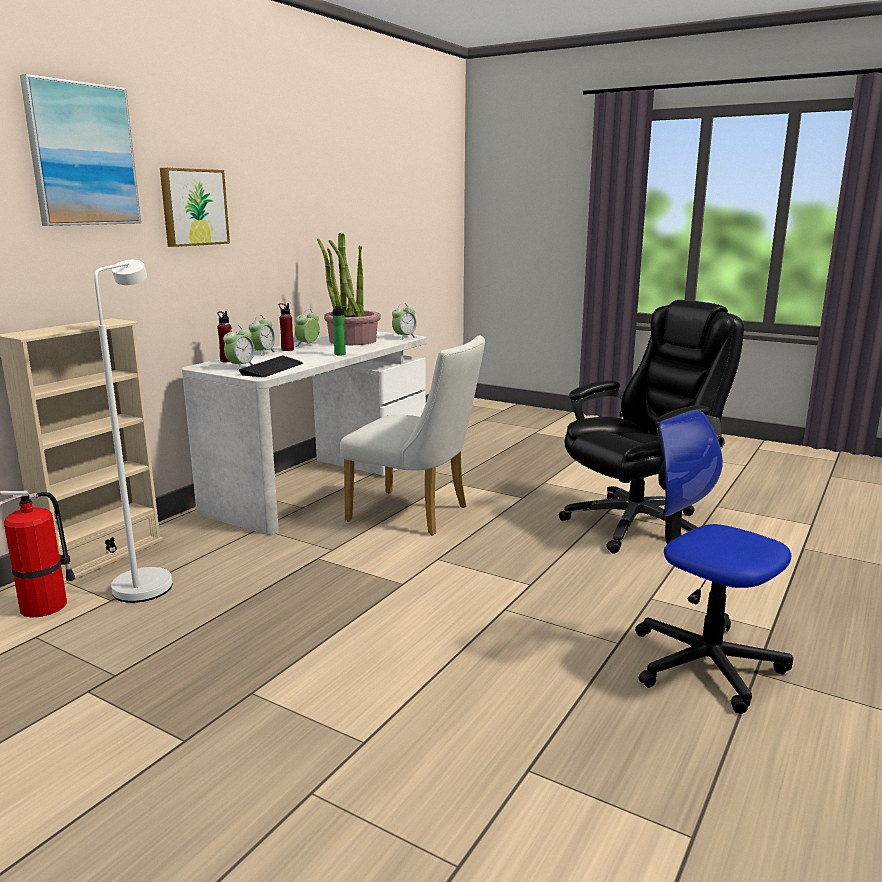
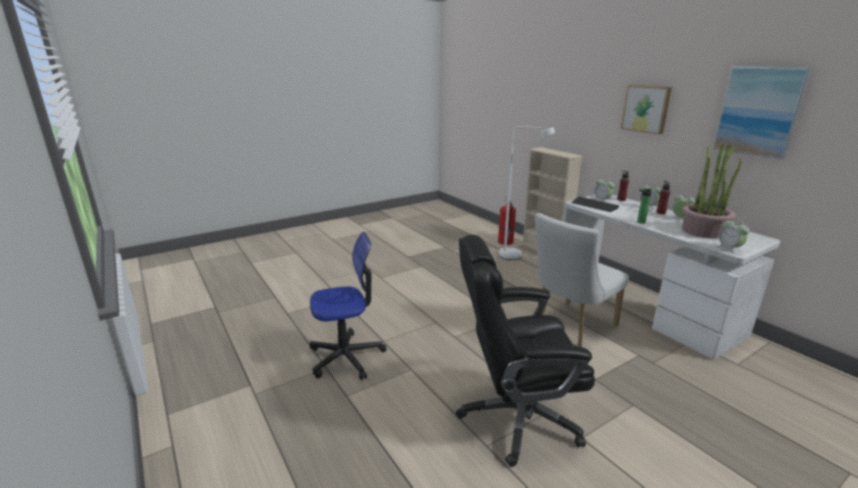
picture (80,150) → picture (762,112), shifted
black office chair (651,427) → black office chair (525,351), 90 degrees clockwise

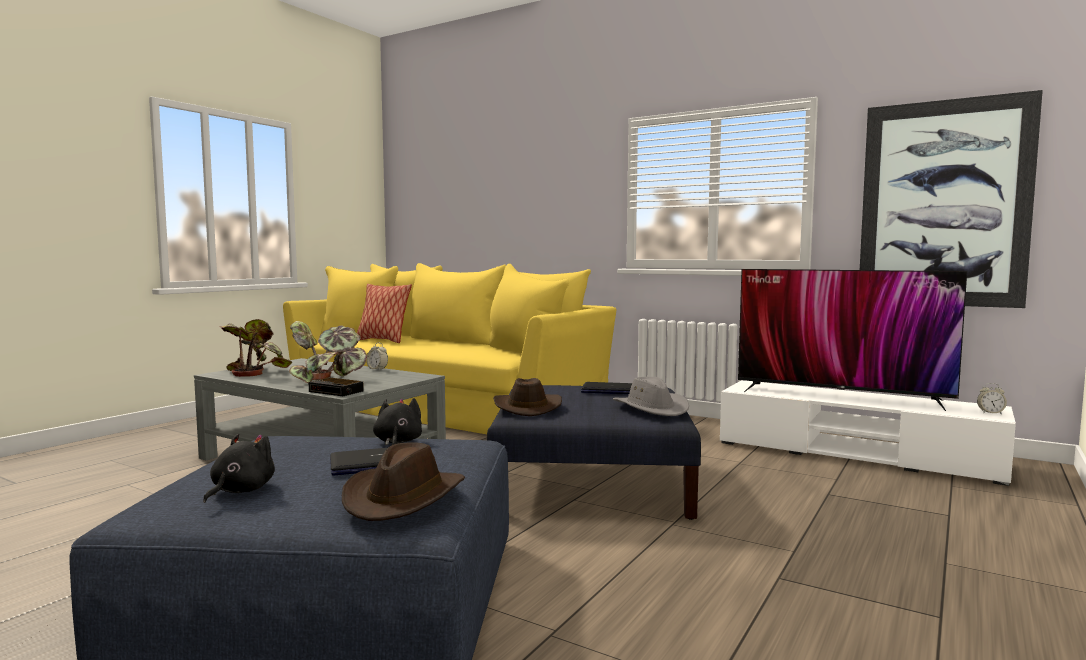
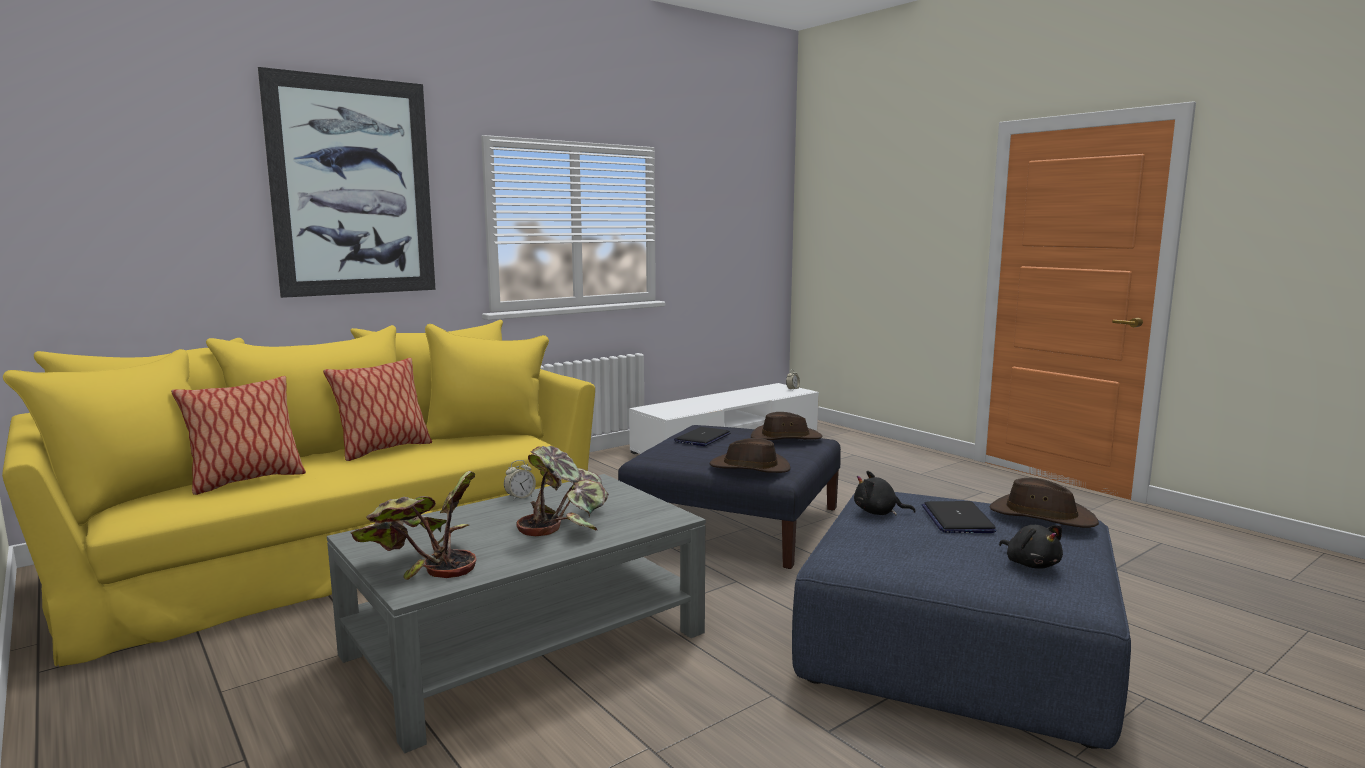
picture (951,199) → picture (346,182), shifted
television (852,340) → -
grey hat (651,396) → brown hat (786,426)
alarm clock (336,387) → -
black plush toy (239,468) → black plush toy (1031,547), 150 degrees counterclockwise
- → pillow (377,409)

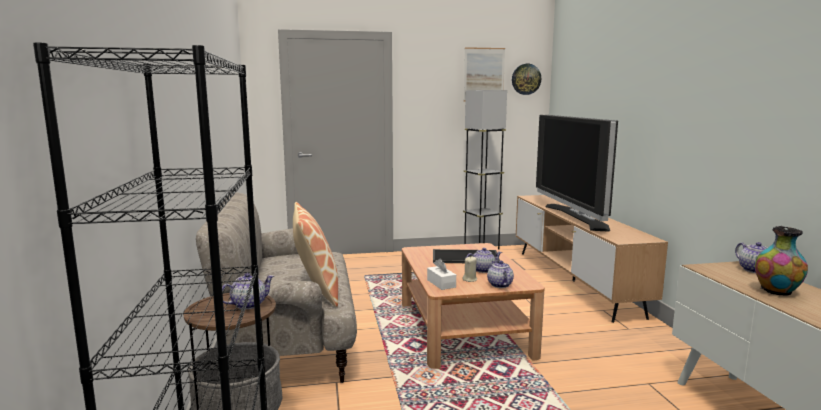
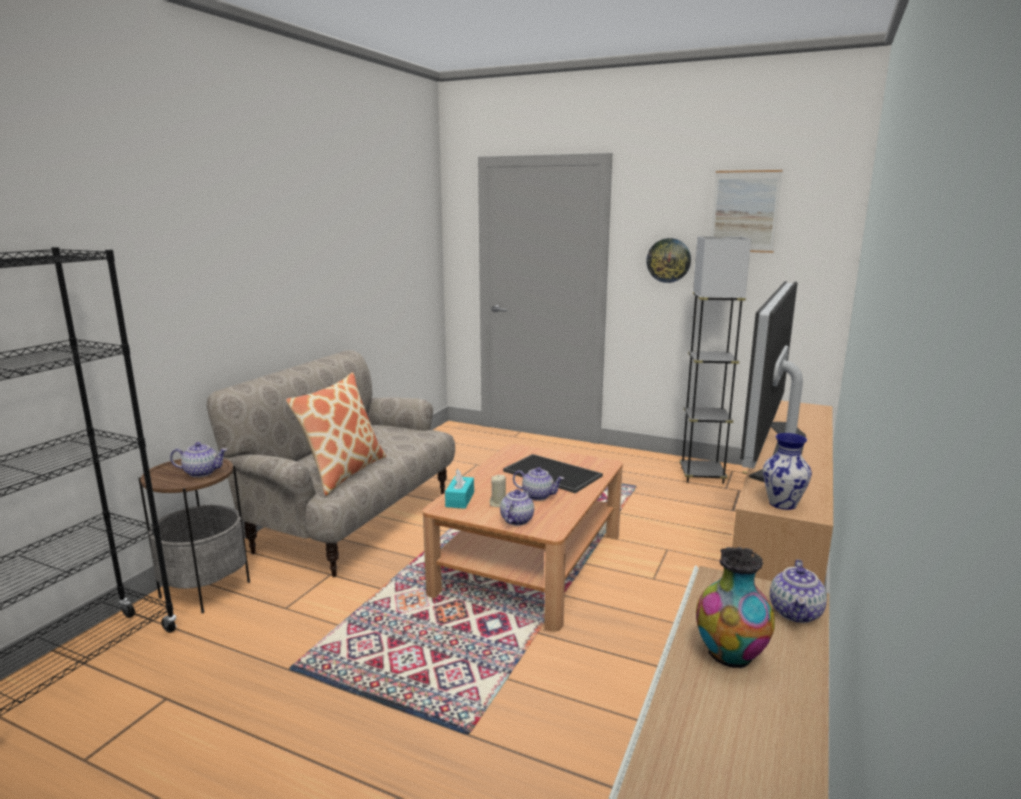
wall clock (526,79) → wall clock (668,260), shifted
white tissue box (441,274) → turquoise tissue box (459,489)
- → vase (787,471)

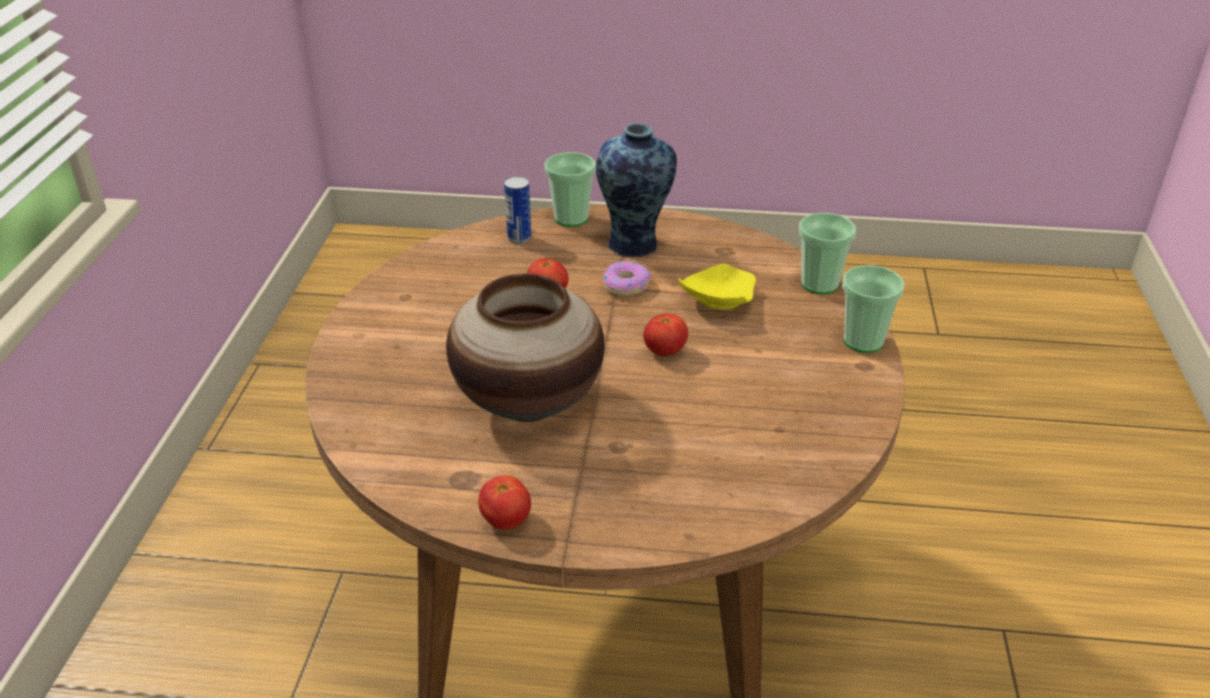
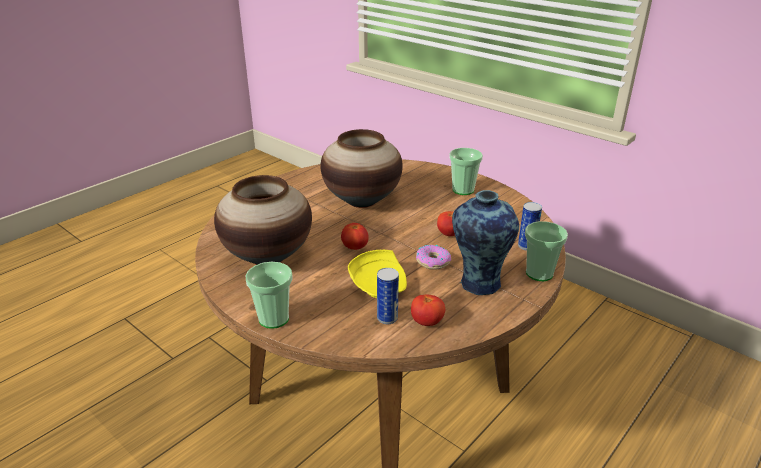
cup (827,253) → cup (466,171), shifted
tomato (504,502) → tomato (428,310), shifted
- → vase (263,220)
- → can (388,296)

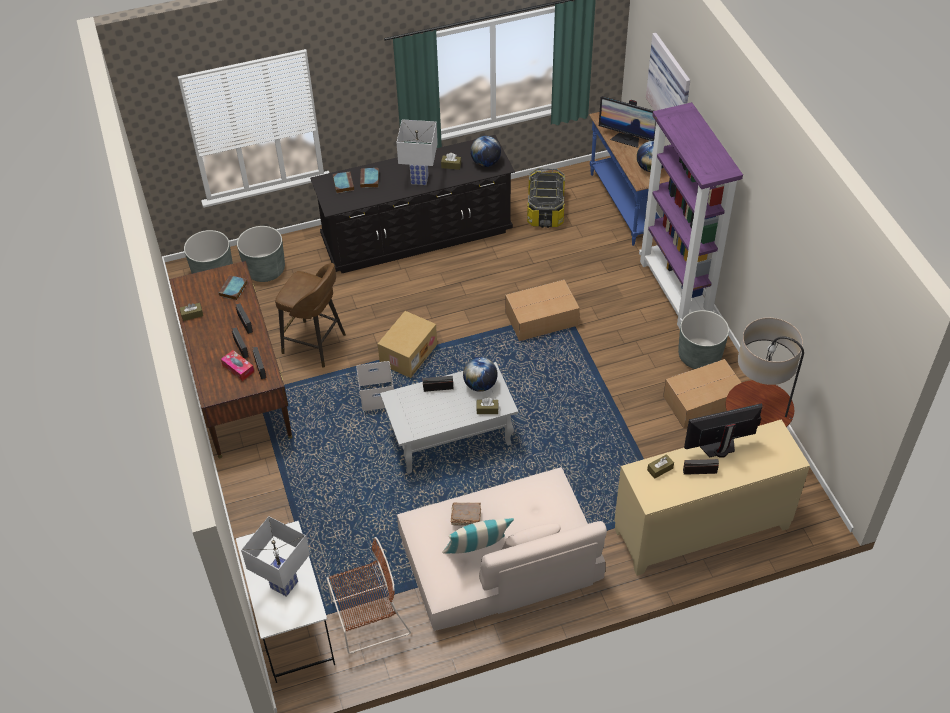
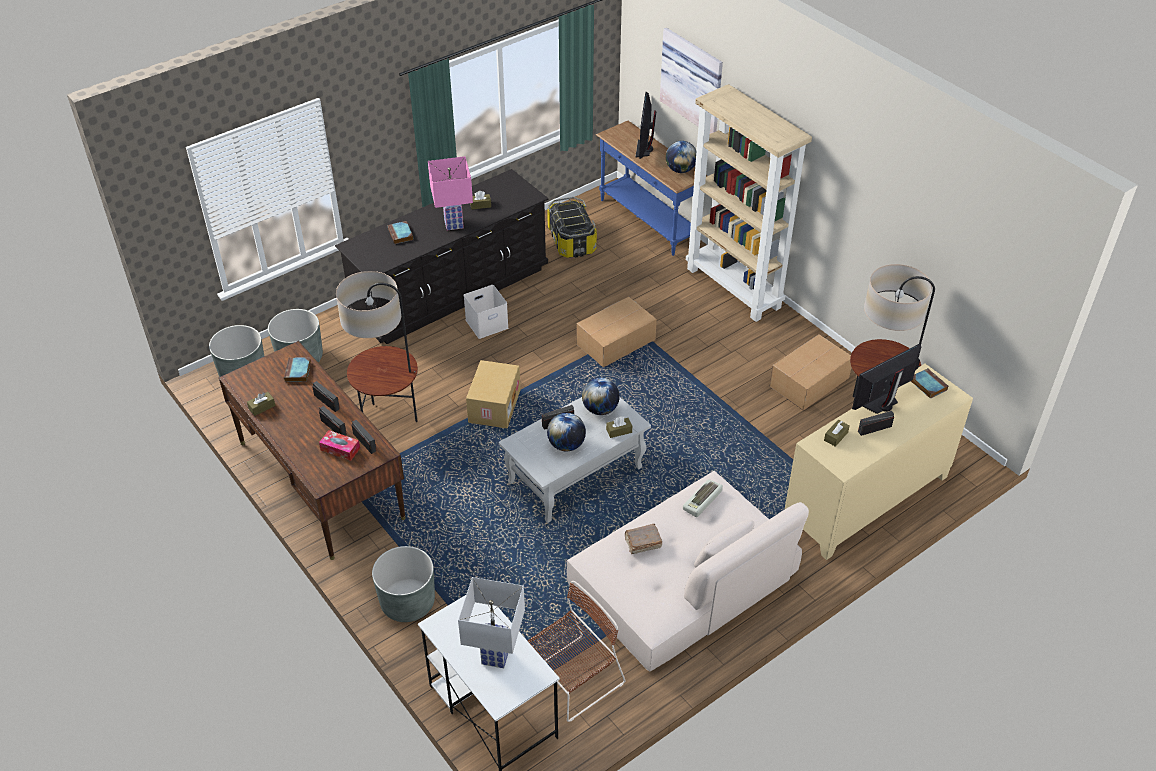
monitor (627,122) → monitor (645,125), 90 degrees clockwise
purple bookcase (691,215) → beige bookcase (749,203)
white table lamp (417,152) → pink table lamp (450,193)
globe (485,151) → globe (566,432), shifted
book (343,182) → book (929,383), shifted
brown stool (310,315) → floor lamp (377,346)
grey planter (703,339) → grey planter (403,584), shifted
white storage box (375,386) → white storage box (486,312), shifted
pillow (478,536) → -
- → keyboard (703,498)

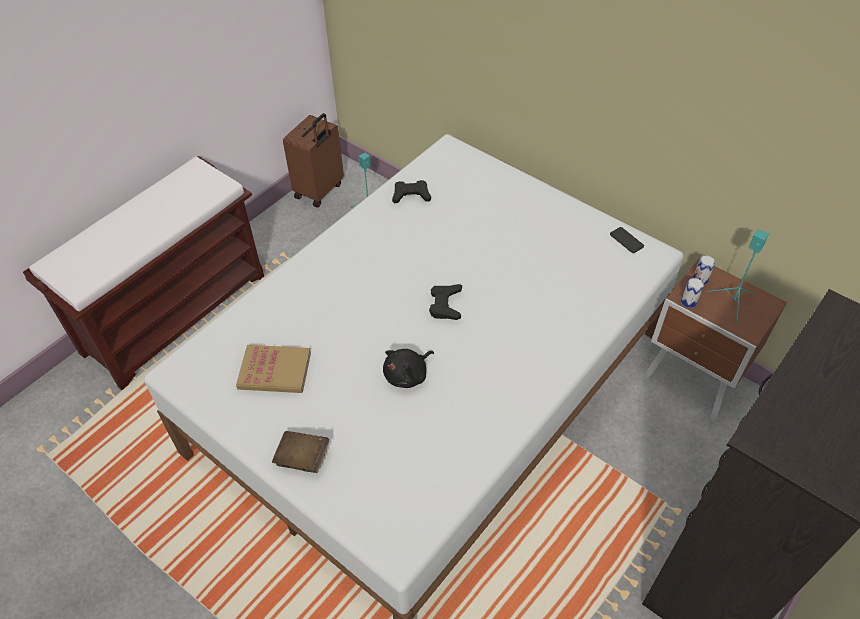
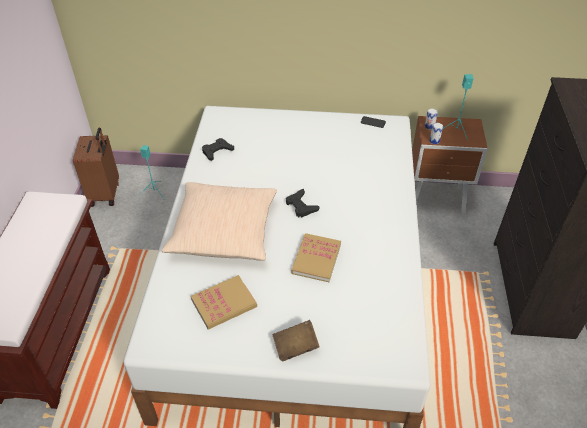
black plush toy (408,368) → book (316,257)
- → beige pillow (219,221)

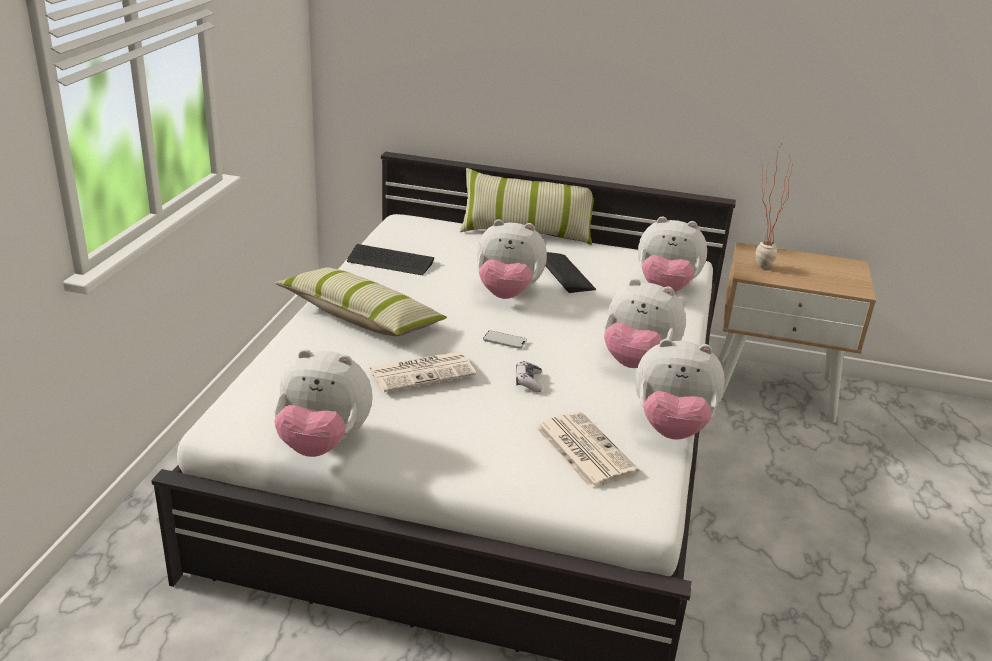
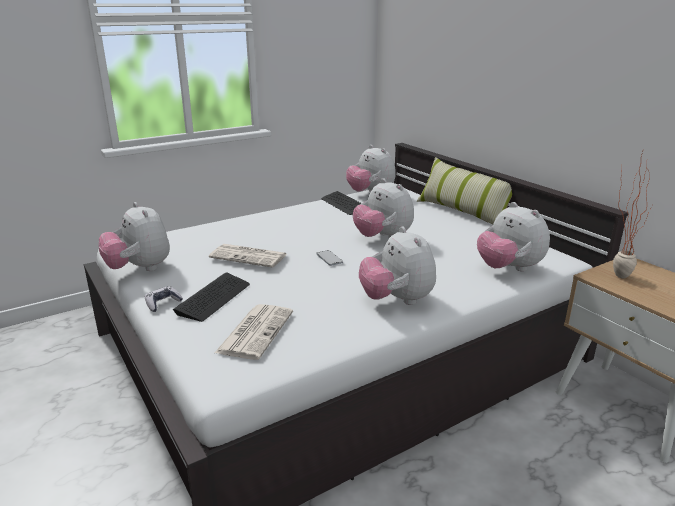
keyboard (571,272) → keyboard (211,297), shifted
pillow (361,301) → -
plush toy (680,389) → plush toy (371,168), shifted
game controller (529,376) → game controller (164,299), shifted

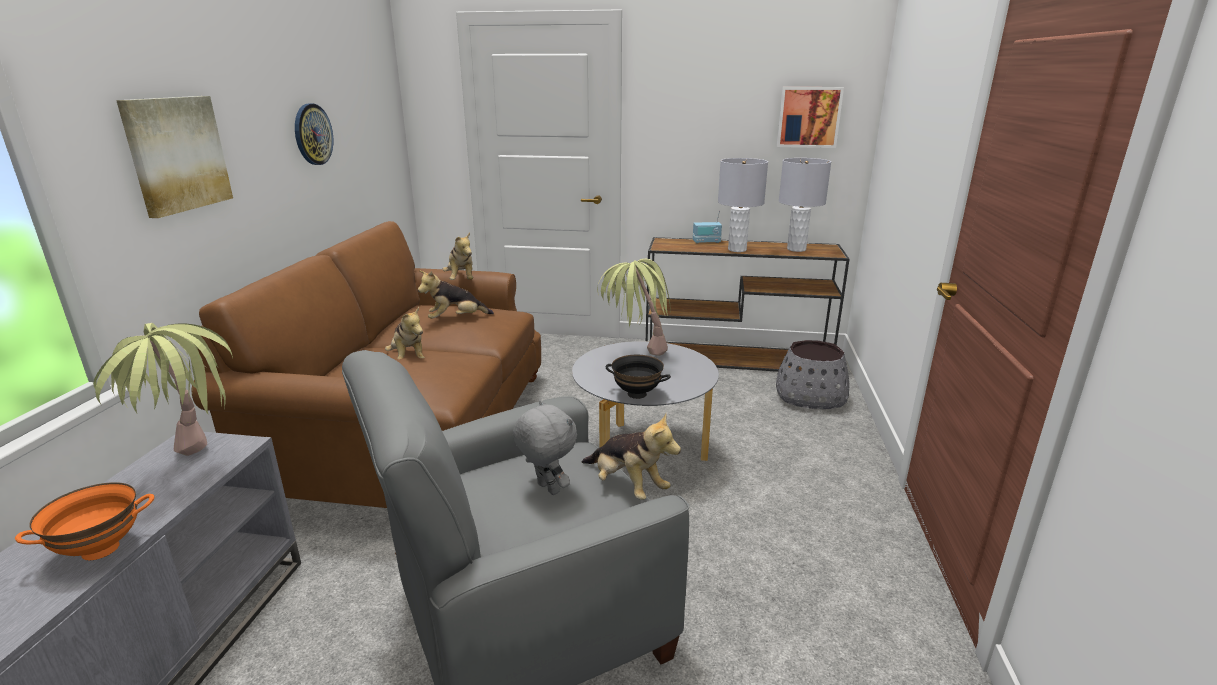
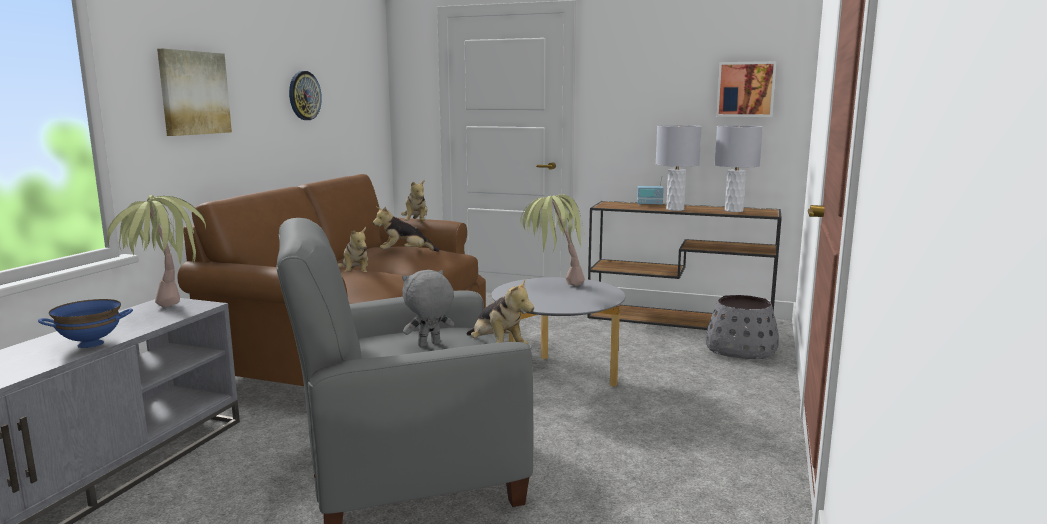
black bowl (638,377) → -
grey plush toy (545,447) → grey plush toy (428,308), 90 degrees counterclockwise
orange bowl (84,521) → blue bowl (85,323)

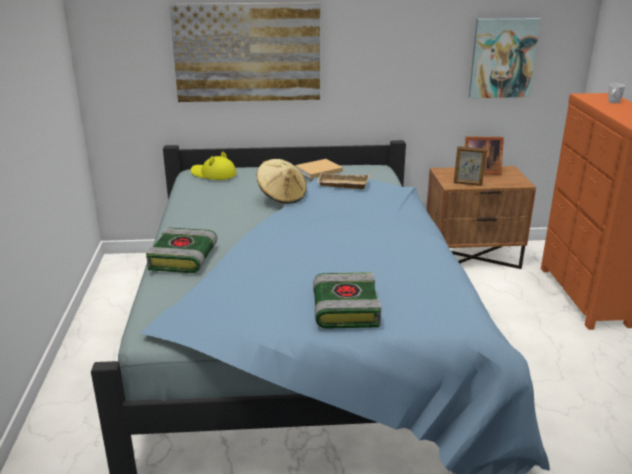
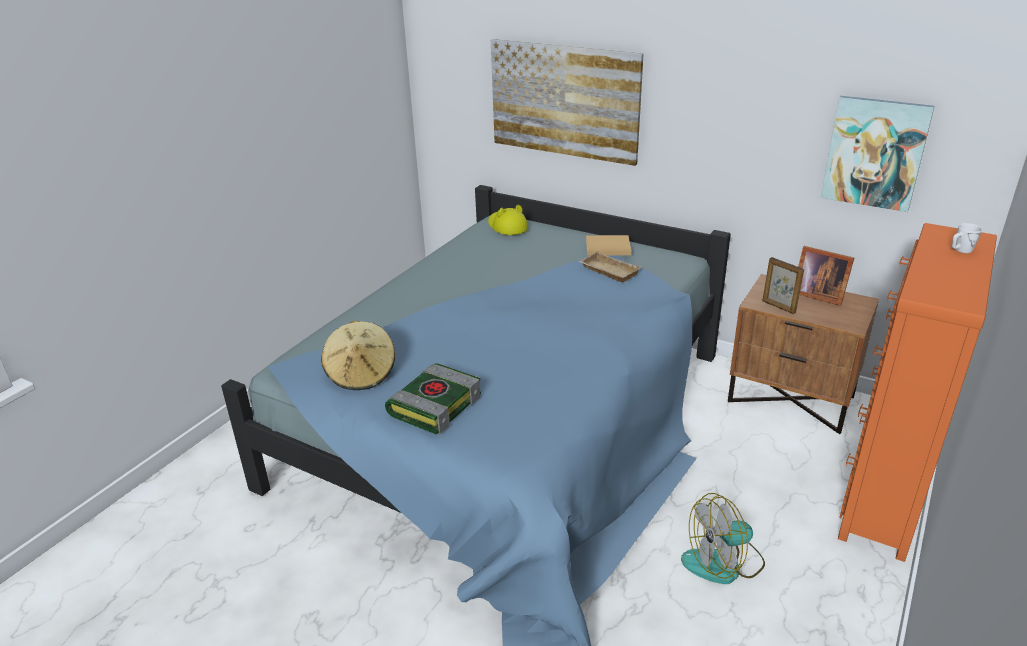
beige hat (282,181) → beige hat (358,355), shifted
book (181,250) → -
- → fan (723,538)

